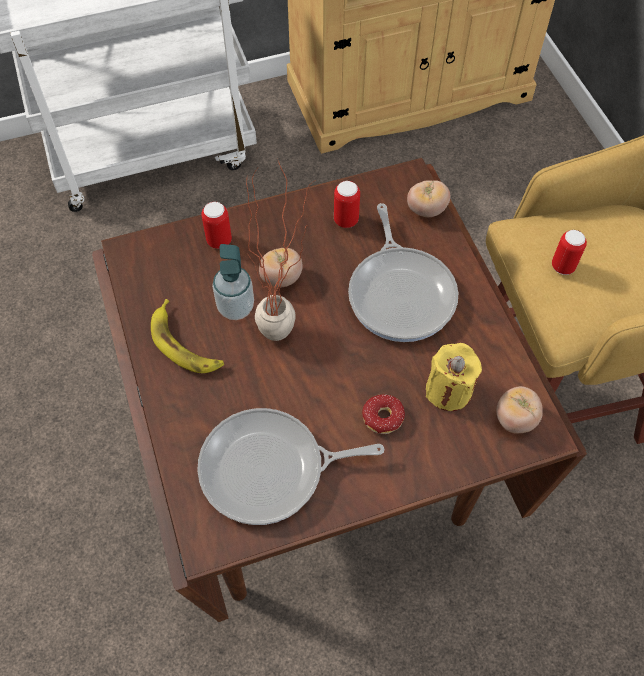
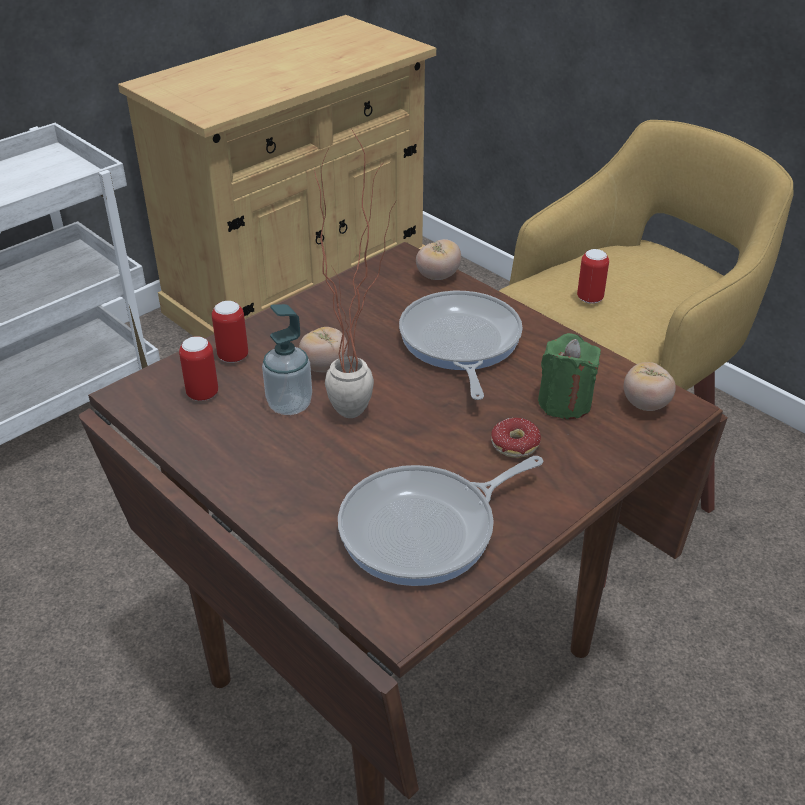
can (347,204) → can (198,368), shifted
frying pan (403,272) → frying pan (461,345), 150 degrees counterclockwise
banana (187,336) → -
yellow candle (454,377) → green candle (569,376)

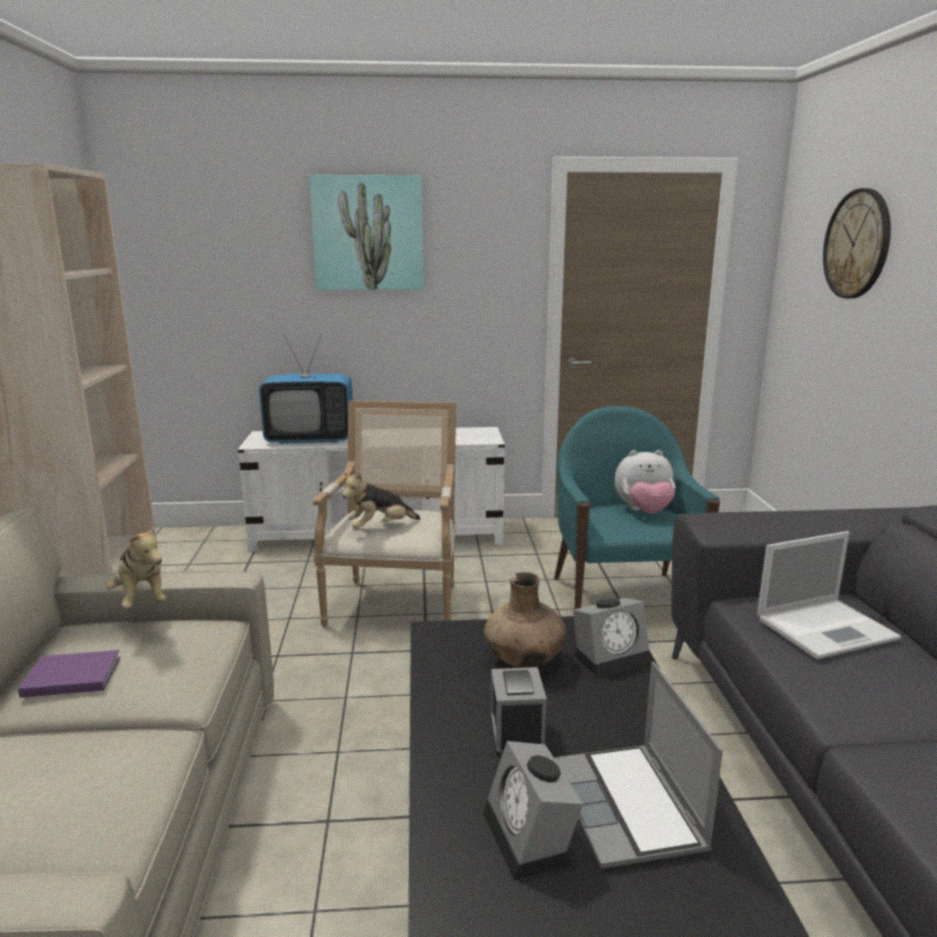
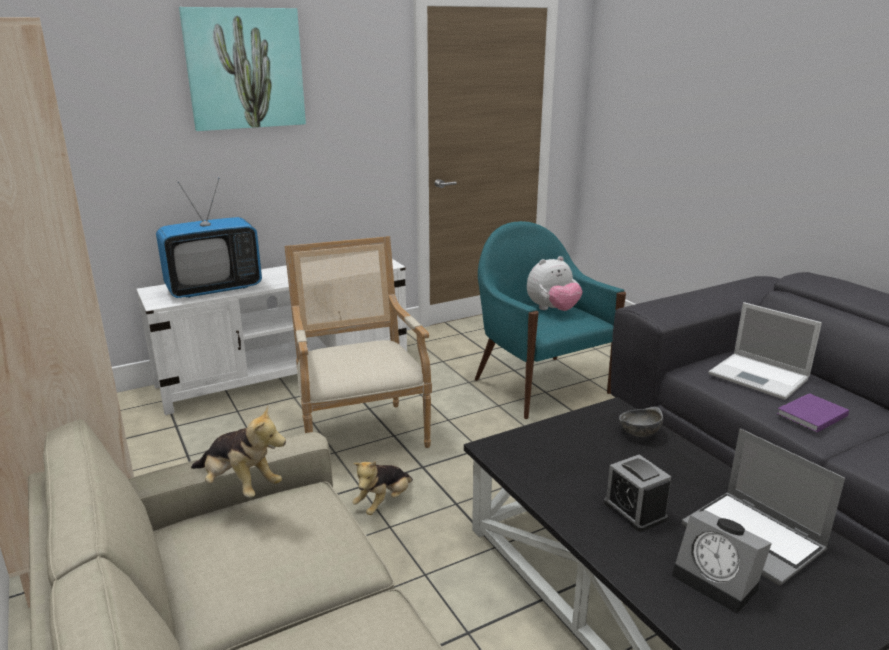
wall clock (857,243) → -
plush toy (381,500) → plush toy (382,488), shifted
laptop (829,595) → laptop (765,351), 90 degrees clockwise
brown vase (525,620) → -
alarm clock (611,637) → grey bowl (641,422)
purple book (69,674) → purple book (813,413), shifted

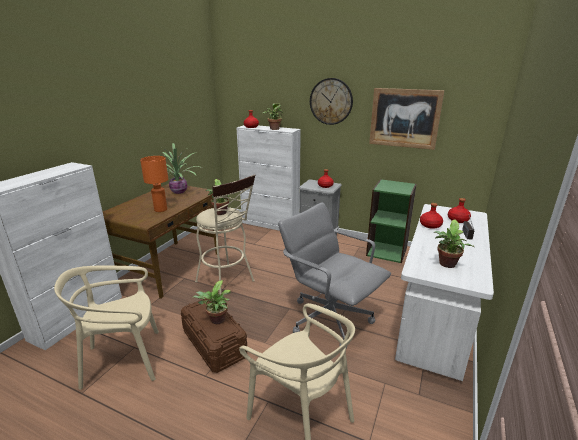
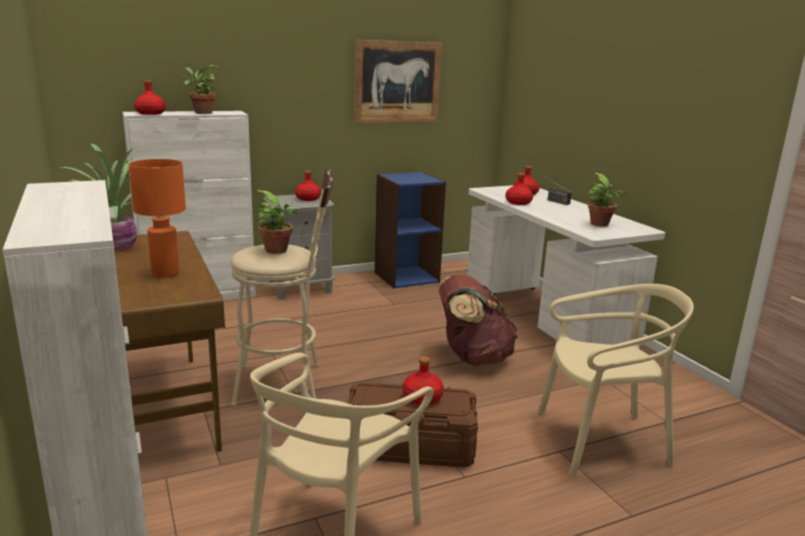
wall clock (331,101) → -
green bookcase (391,221) → blue bookcase (410,230)
grey office chair (334,275) → brown backpack (478,320)
potted plant (211,302) → red bottle (423,380)

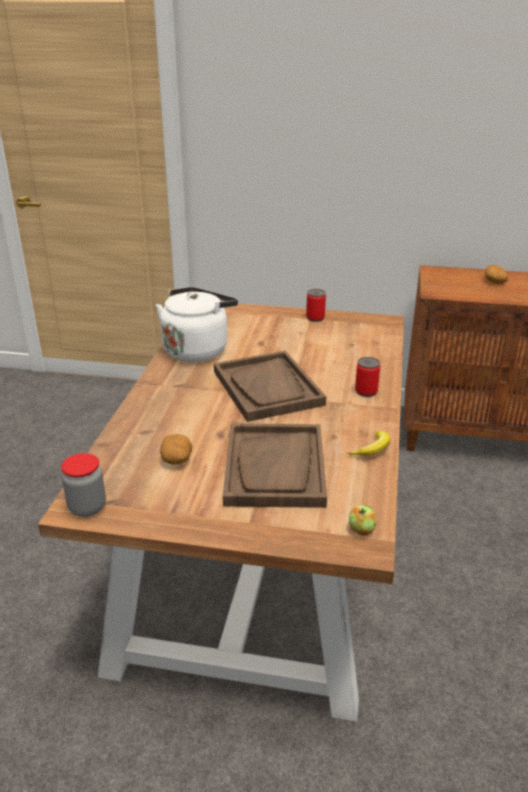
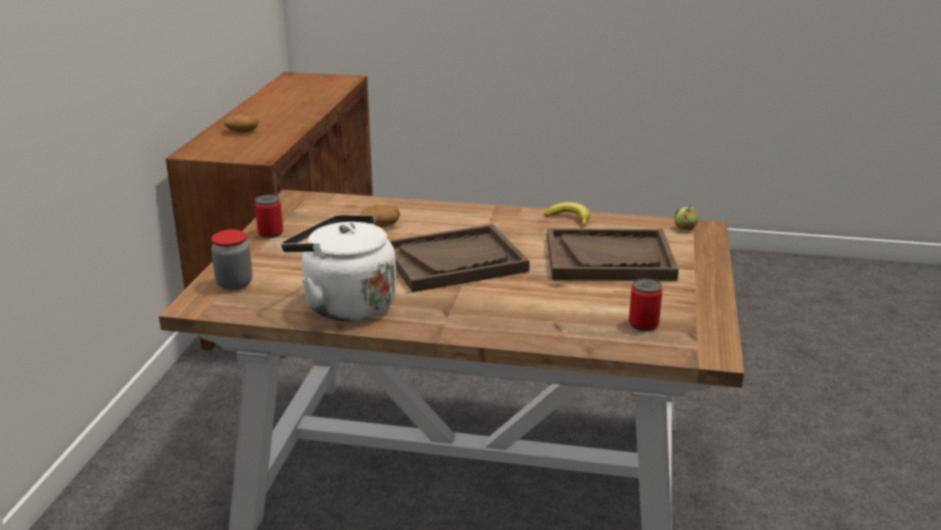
can (367,377) → can (645,304), shifted
potato (176,449) → potato (380,216), shifted
jar (83,485) → jar (231,260), shifted

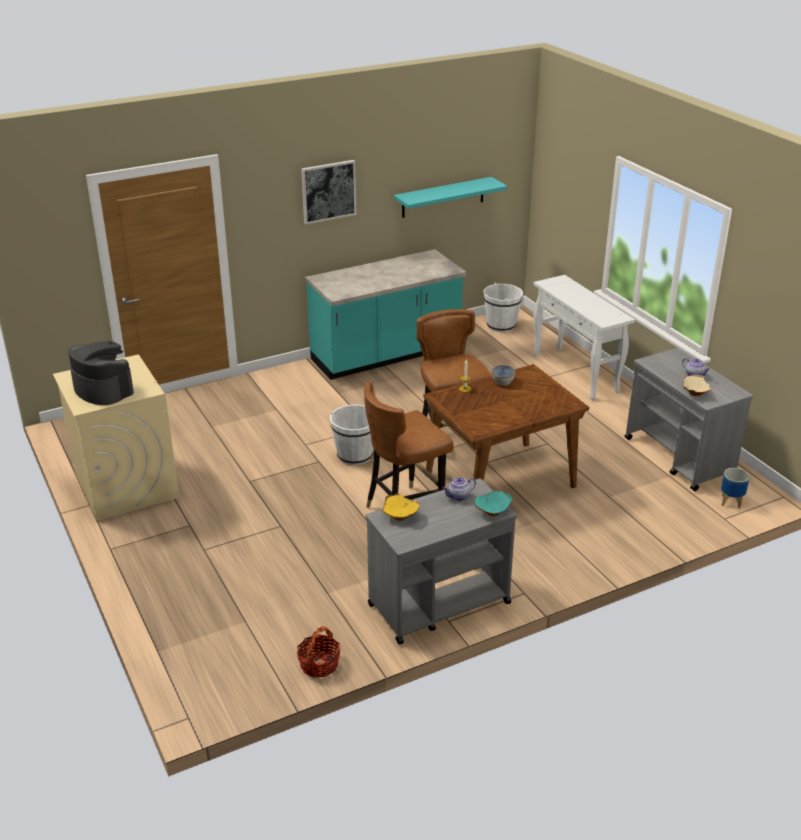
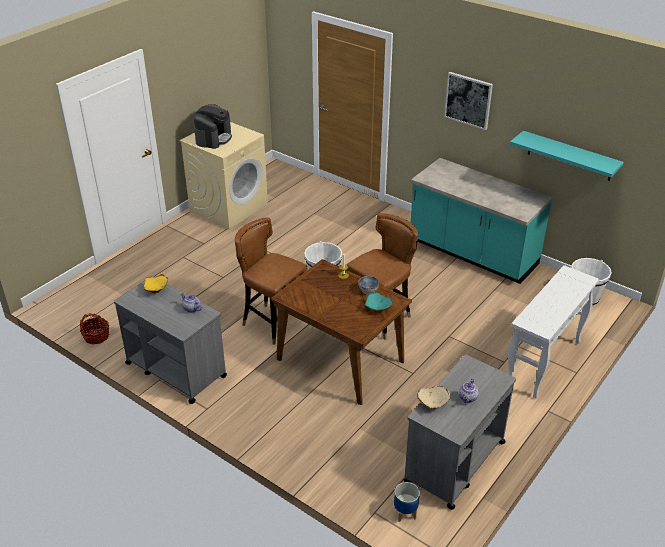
turquoise bowl (493,503) → turquoise bowl (378,302), shifted

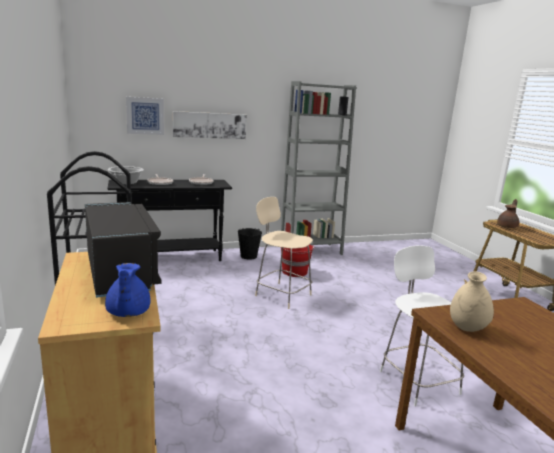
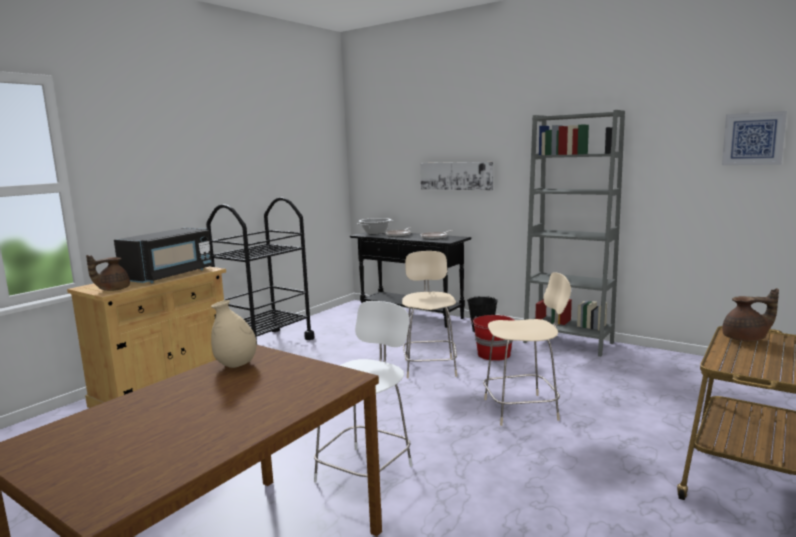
picture (145,116) → picture (754,138), shifted
blue teapot (127,290) → brown teapot (108,273)
- → beige chair (527,349)

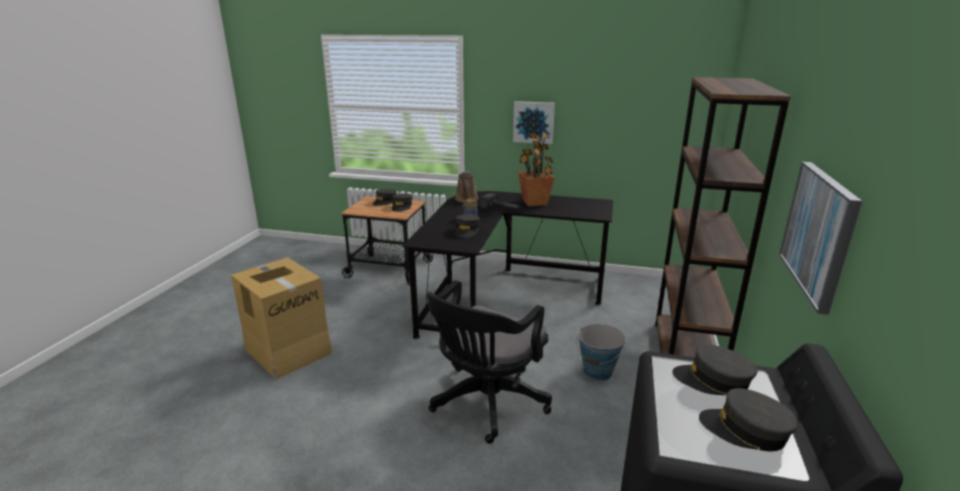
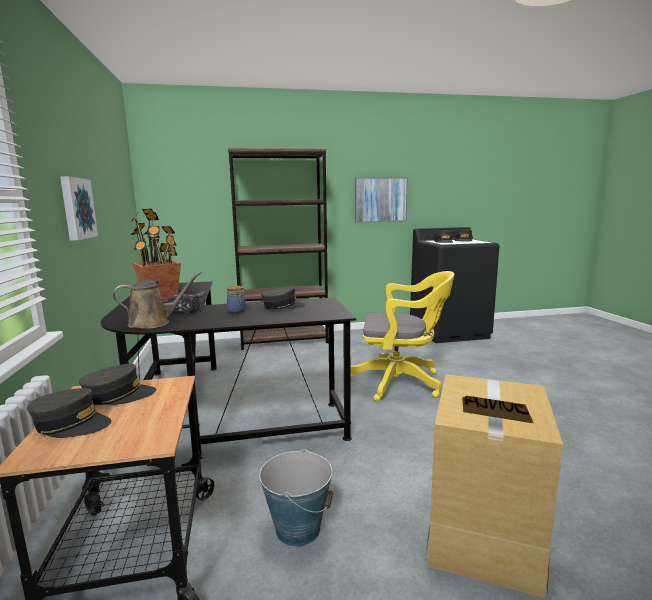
black office chair (489,362) → yellow office chair (402,336)
bucket (601,352) → bucket (296,497), shifted

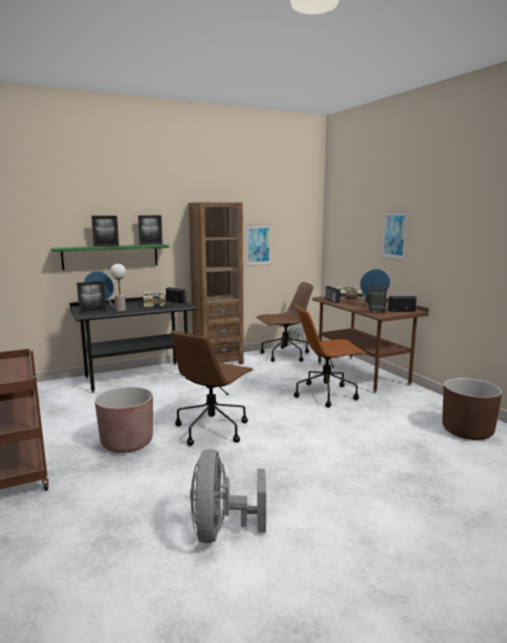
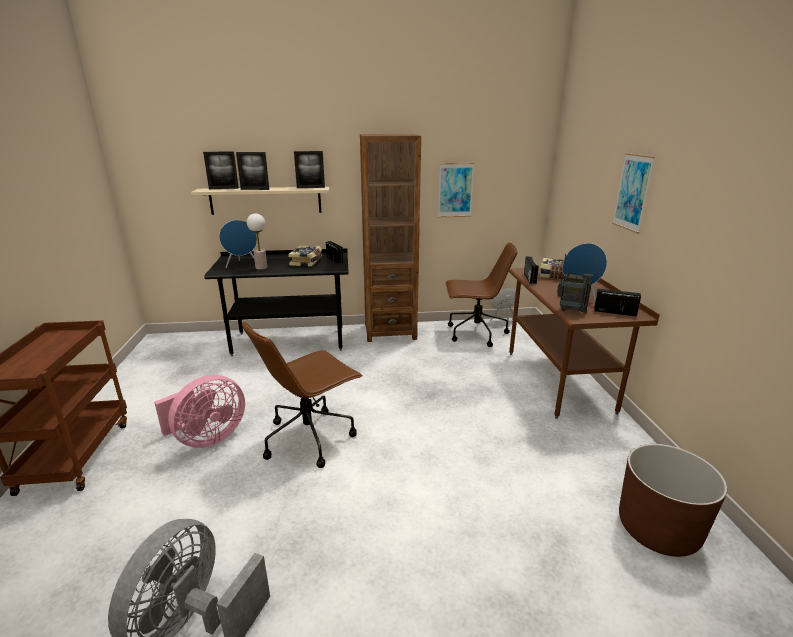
green shelf (110,257) → beige shelf (260,201)
picture frame (91,298) → picture frame (221,170), shifted
brown office chair (330,356) → -
brown planter (124,420) → pink fan (199,411)

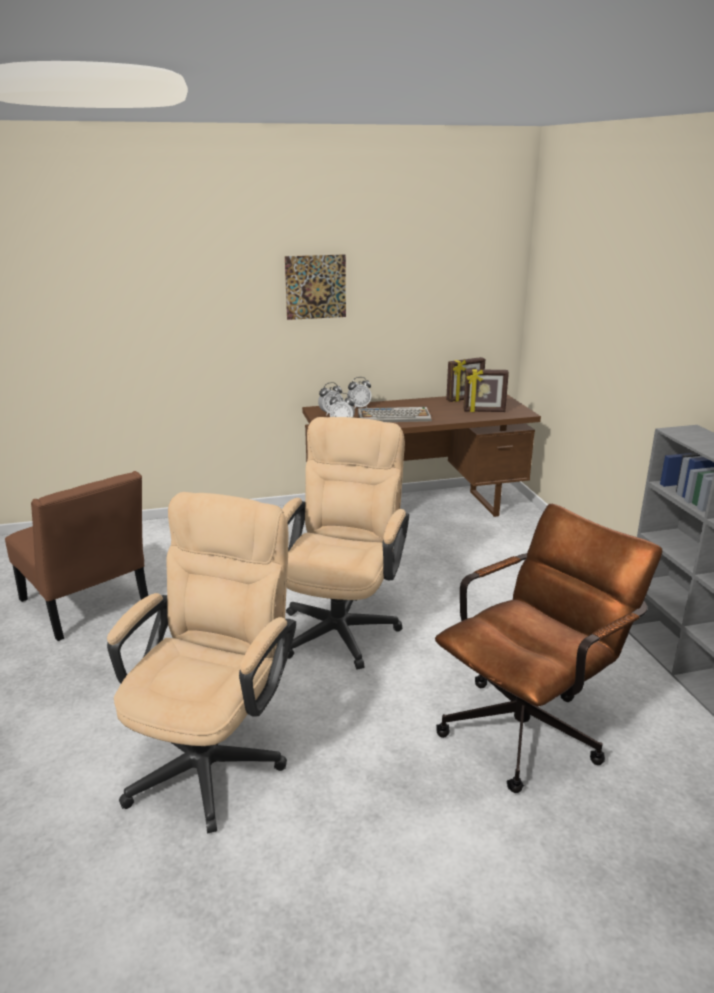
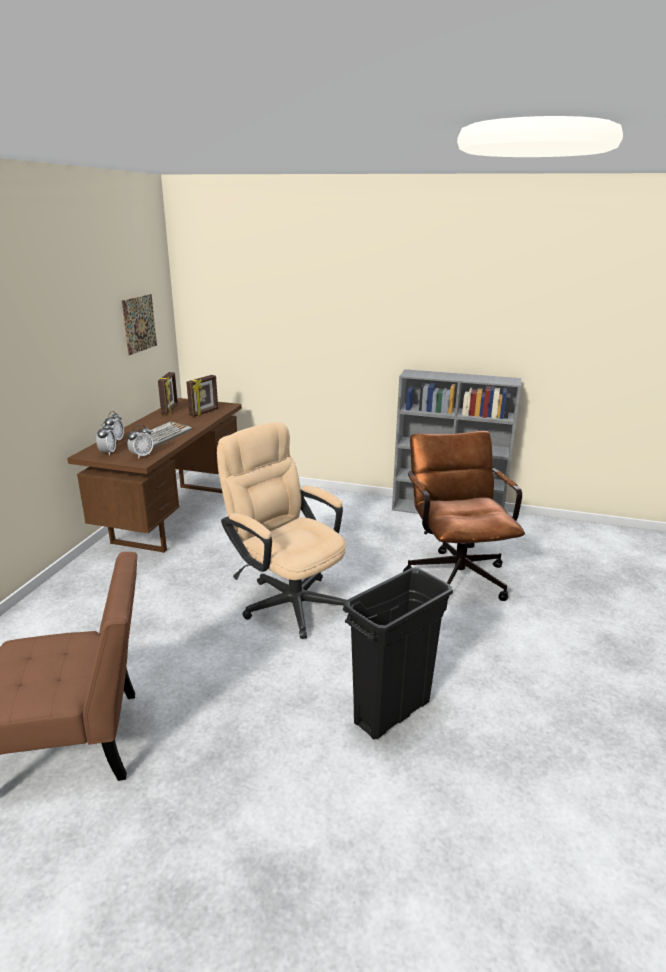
picture (315,287) → picture (139,324), shifted
beige office chair (201,663) → black trash can (399,653)

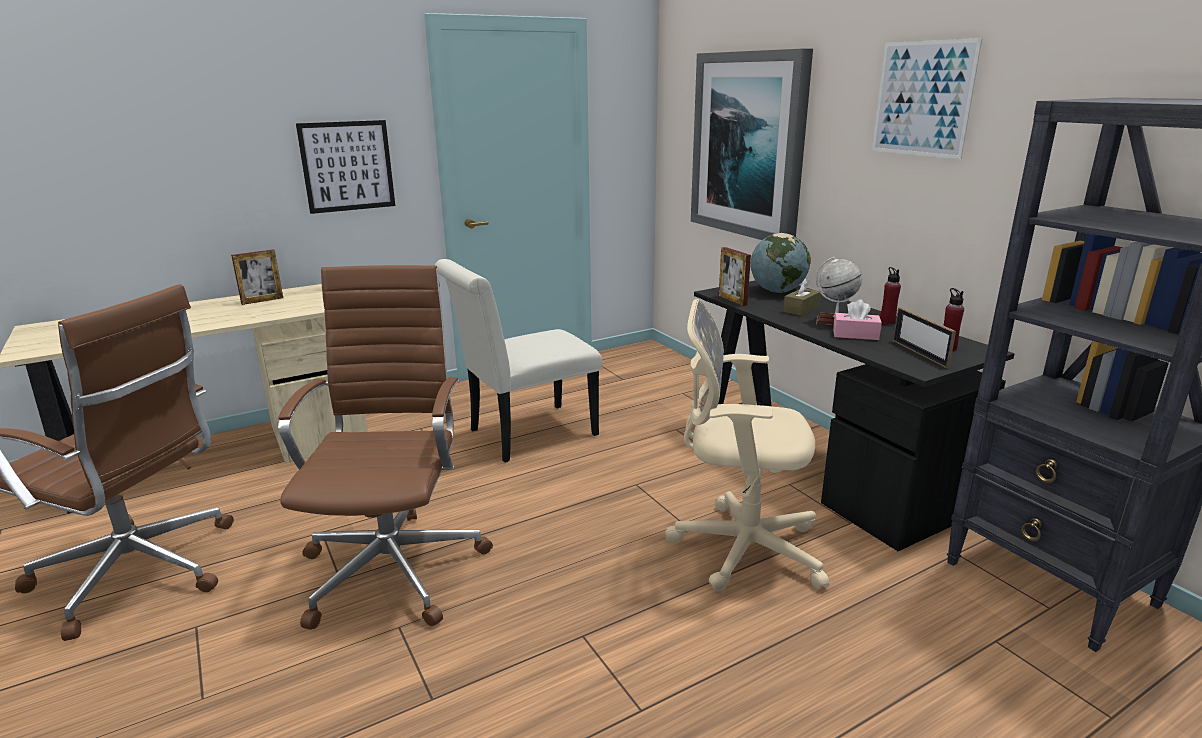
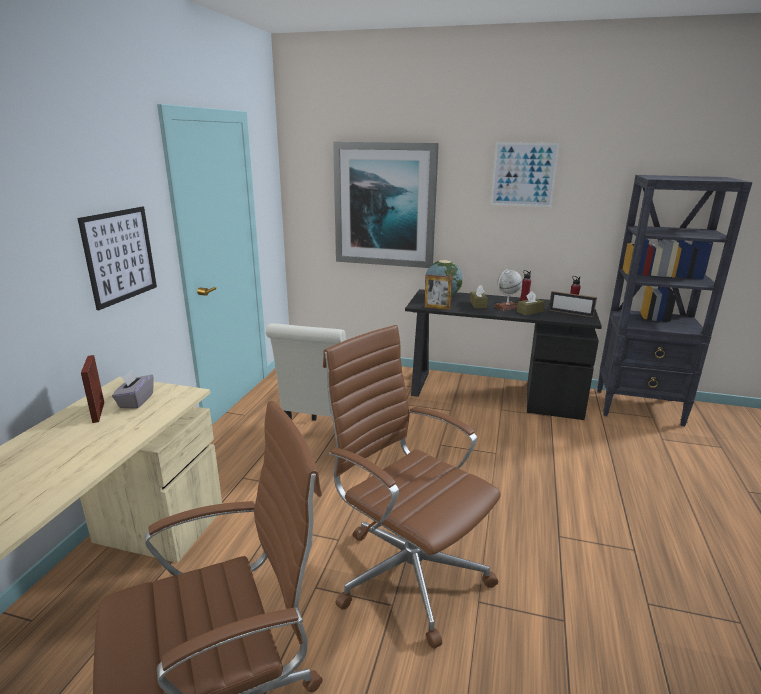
picture frame (257,277) → picture frame (92,389), 150 degrees clockwise
beige office chair (747,445) → -
pink tissue box (857,320) → brown tissue box (531,303)
- → grey tissue box (133,389)

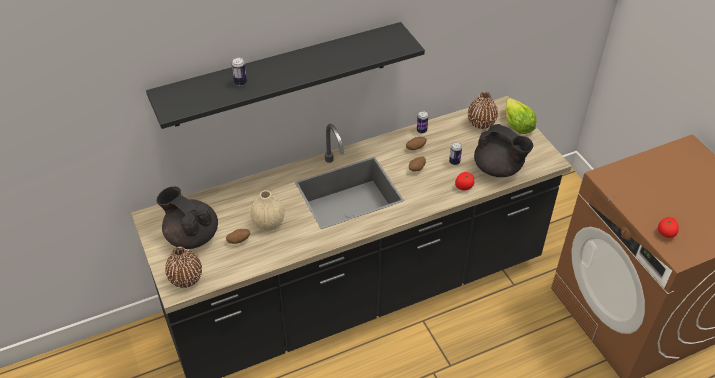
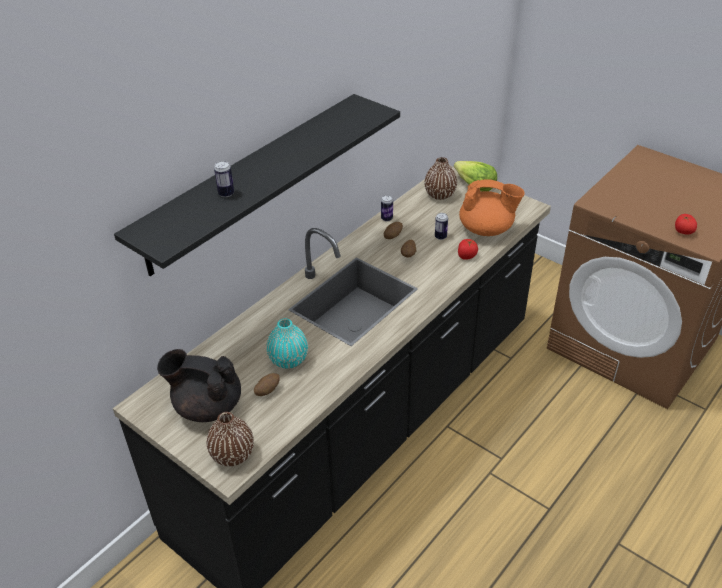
black teapot (504,150) → orange teapot (491,207)
beige vase (268,210) → turquoise vase (287,343)

